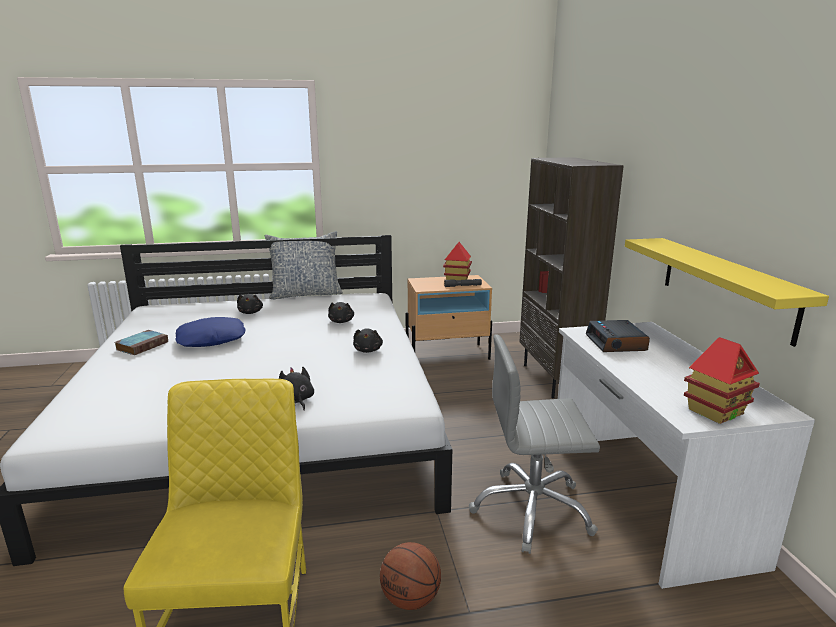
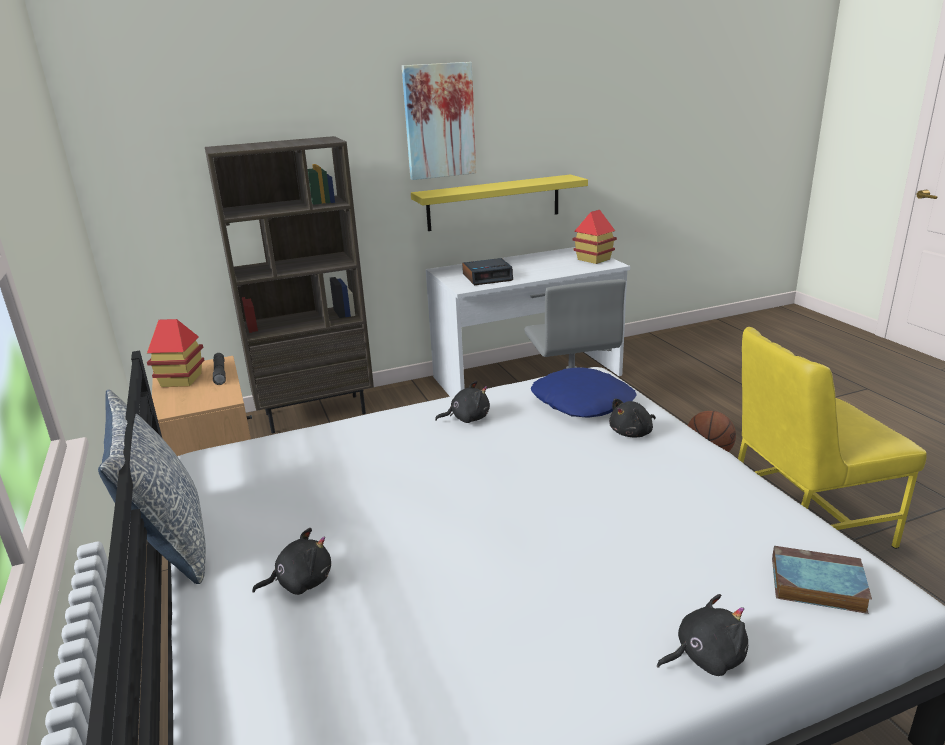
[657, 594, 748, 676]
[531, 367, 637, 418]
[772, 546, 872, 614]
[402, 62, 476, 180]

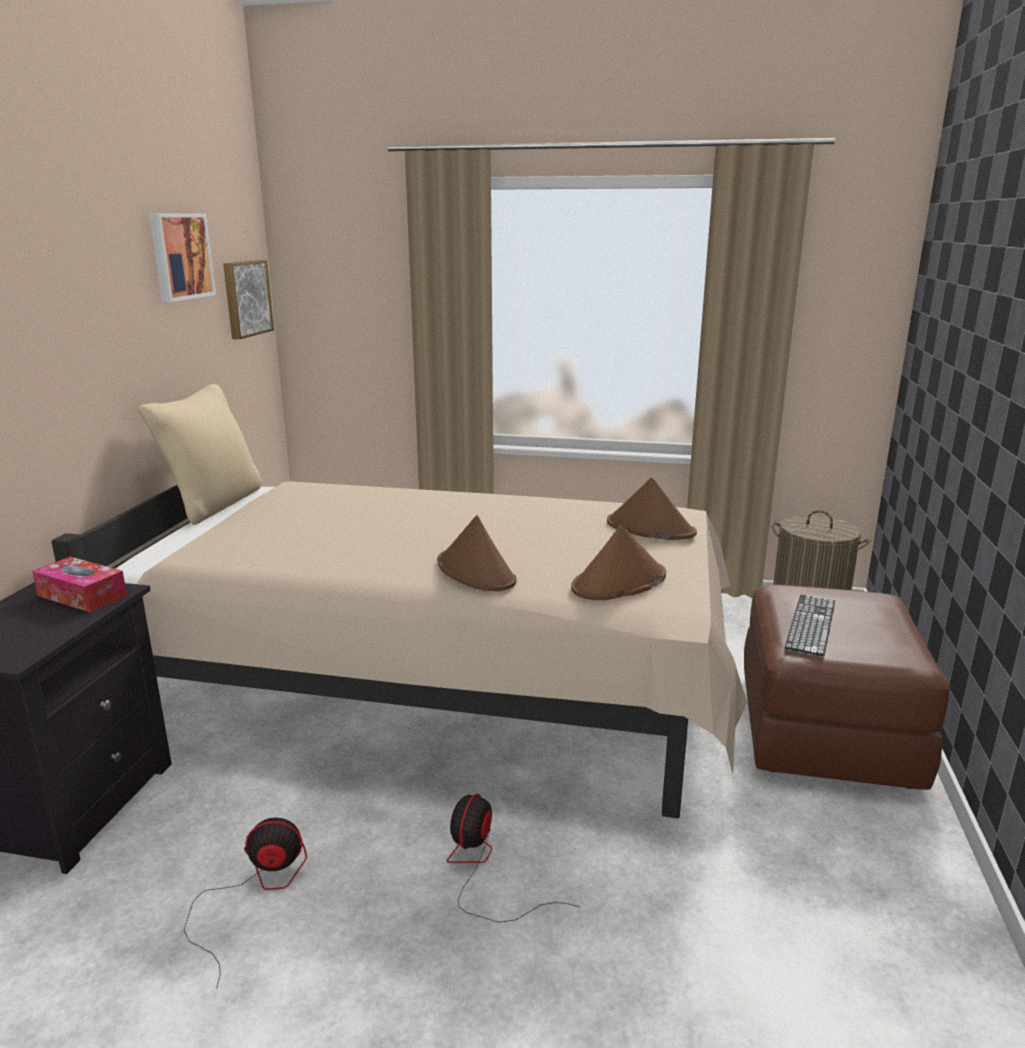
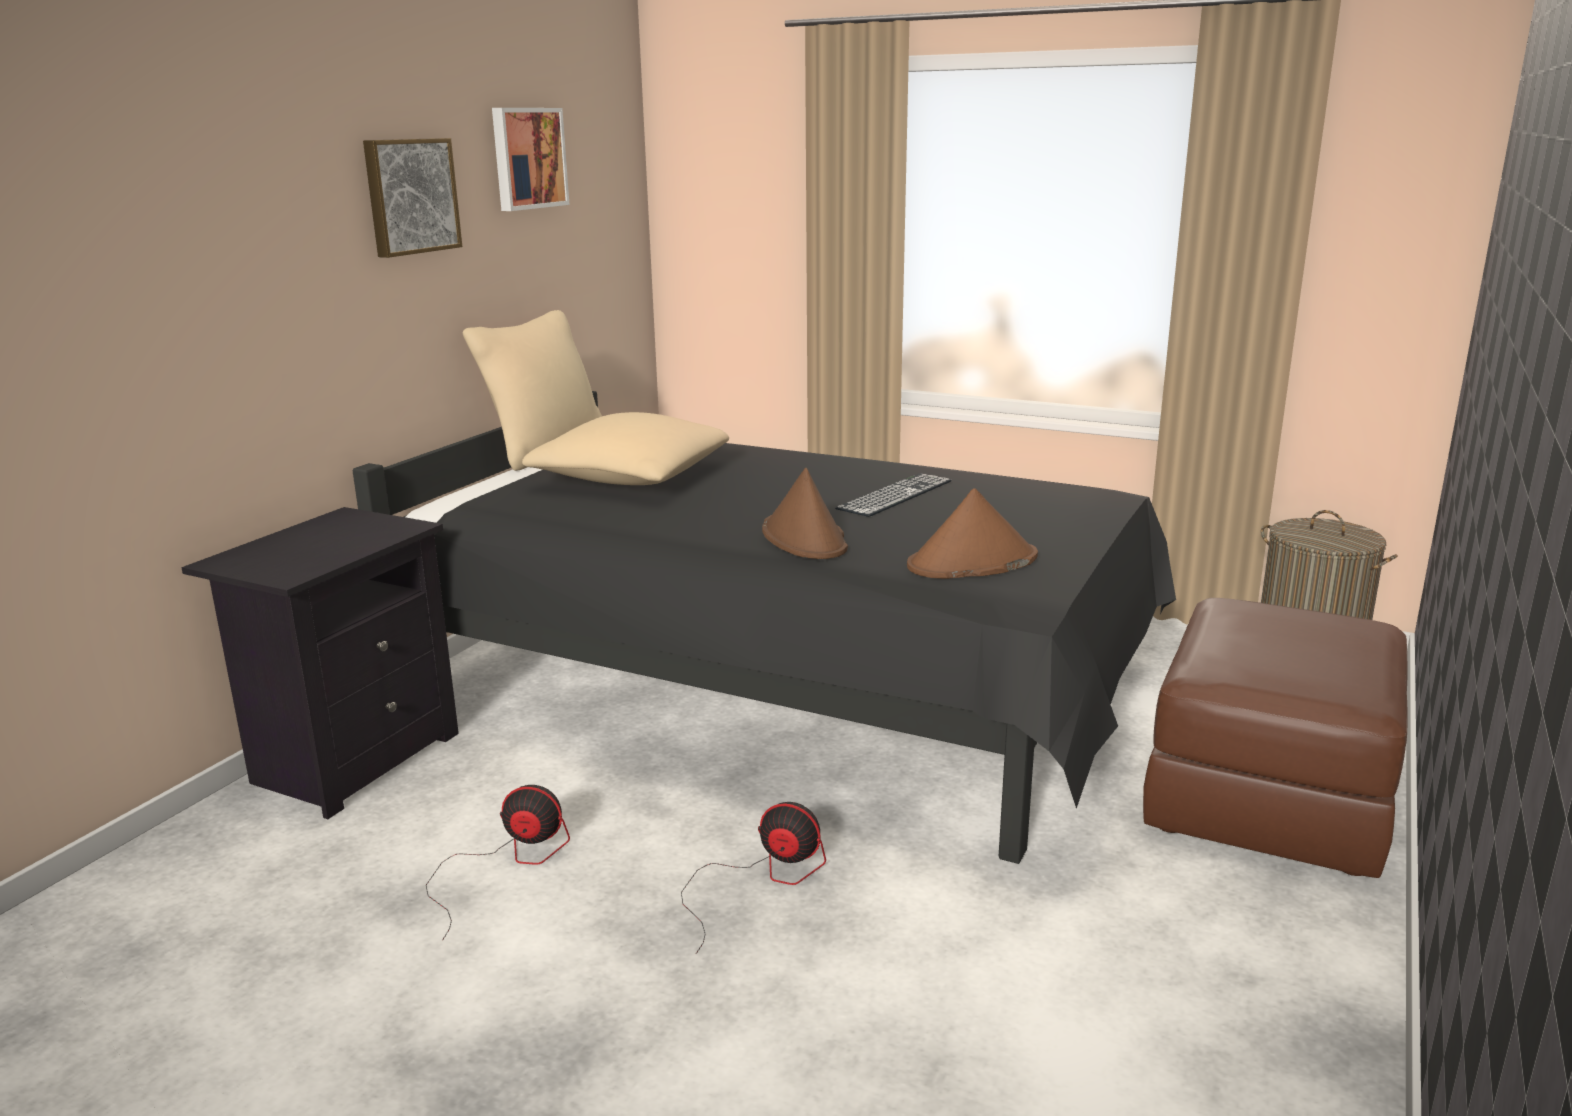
[363, 138, 462, 258]
[607, 478, 697, 540] (first image)
[353, 391, 1176, 864]
[32, 557, 127, 612] (first image)
[835, 473, 952, 517]
[681, 802, 826, 954]
[522, 412, 729, 485]

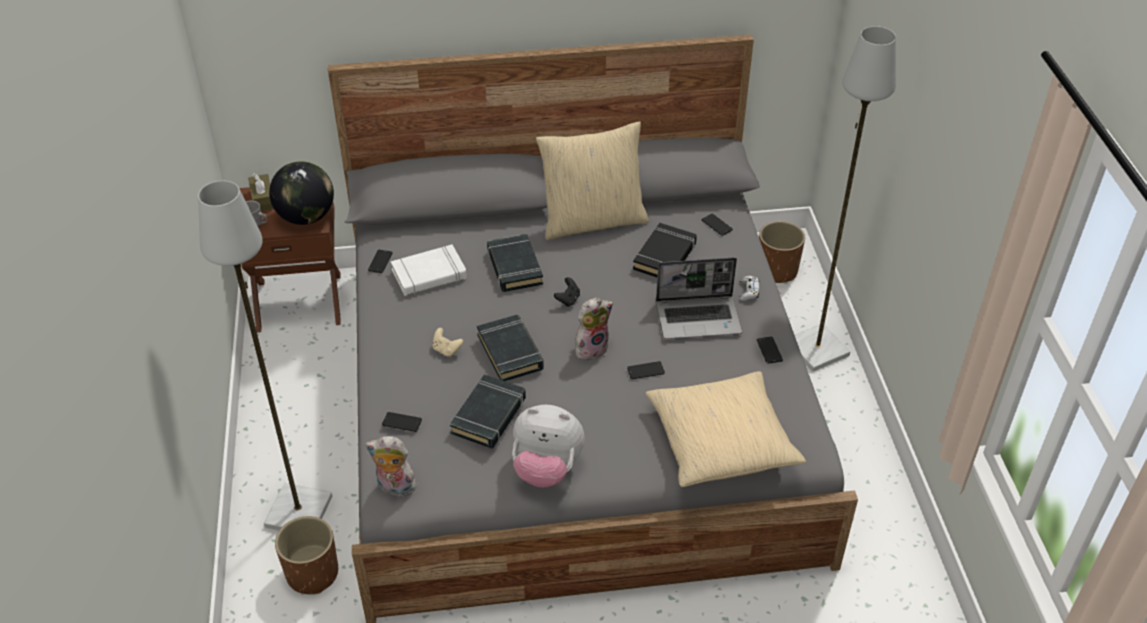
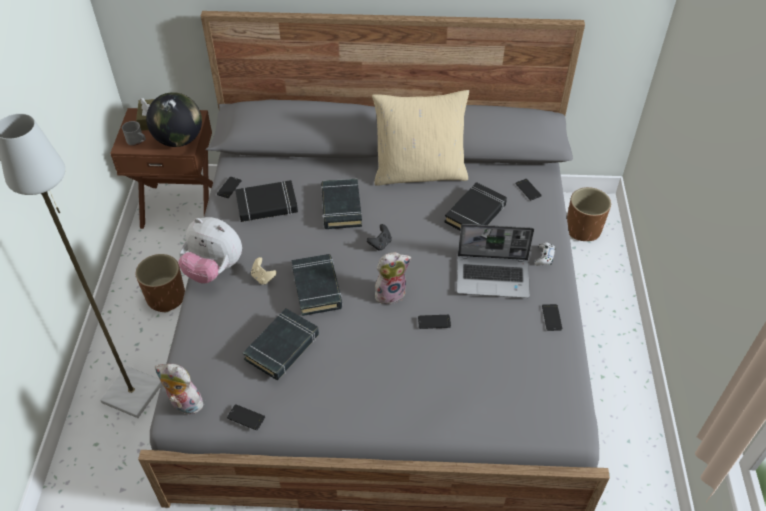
[795, 26, 896, 371] (first image)
[235, 180, 298, 222]
[646, 371, 806, 487] (first image)
[178, 217, 242, 283]
[227, 404, 265, 430]
[136, 254, 185, 312]

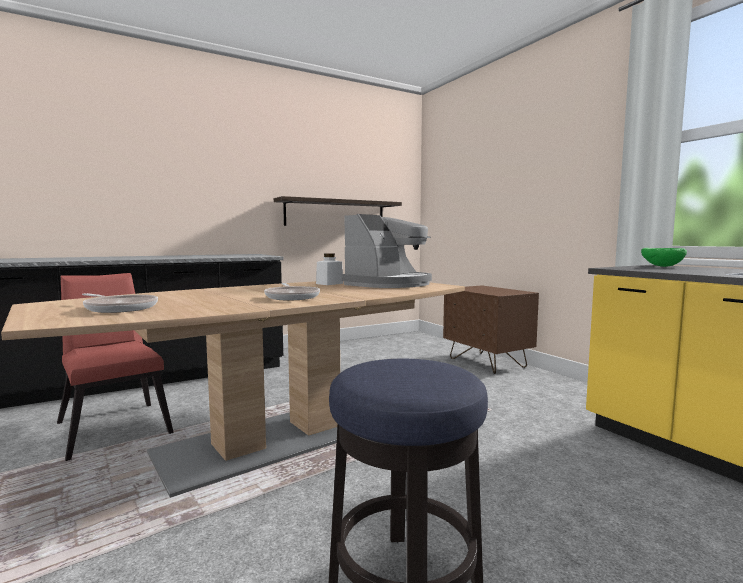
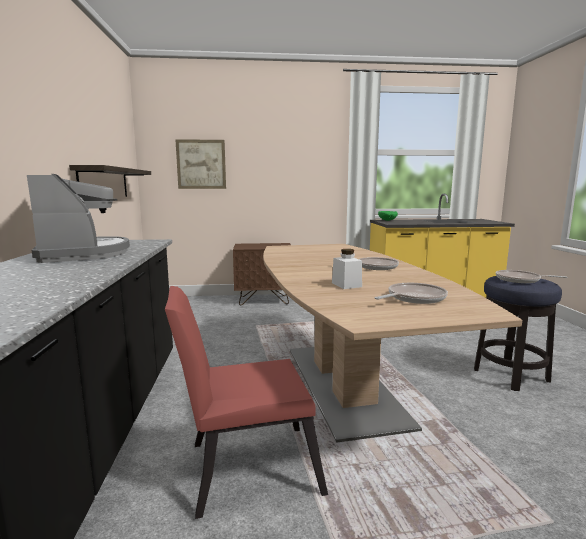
[27, 174, 130, 263]
[332, 249, 362, 289]
[175, 139, 226, 189]
[496, 270, 568, 283]

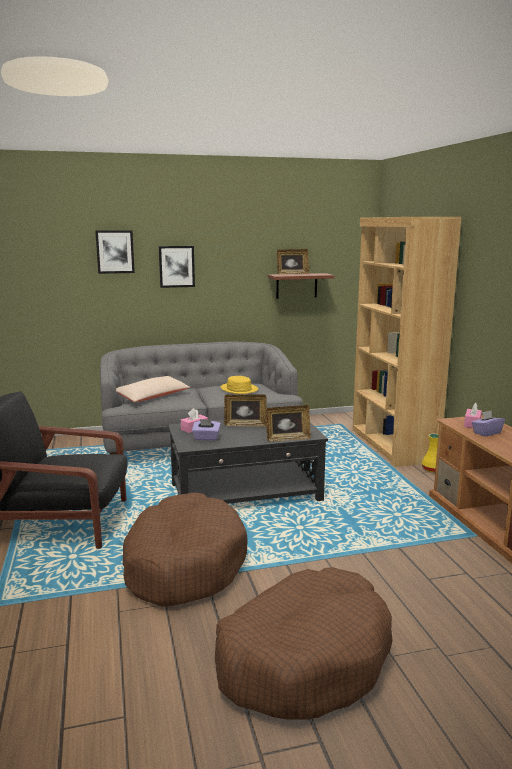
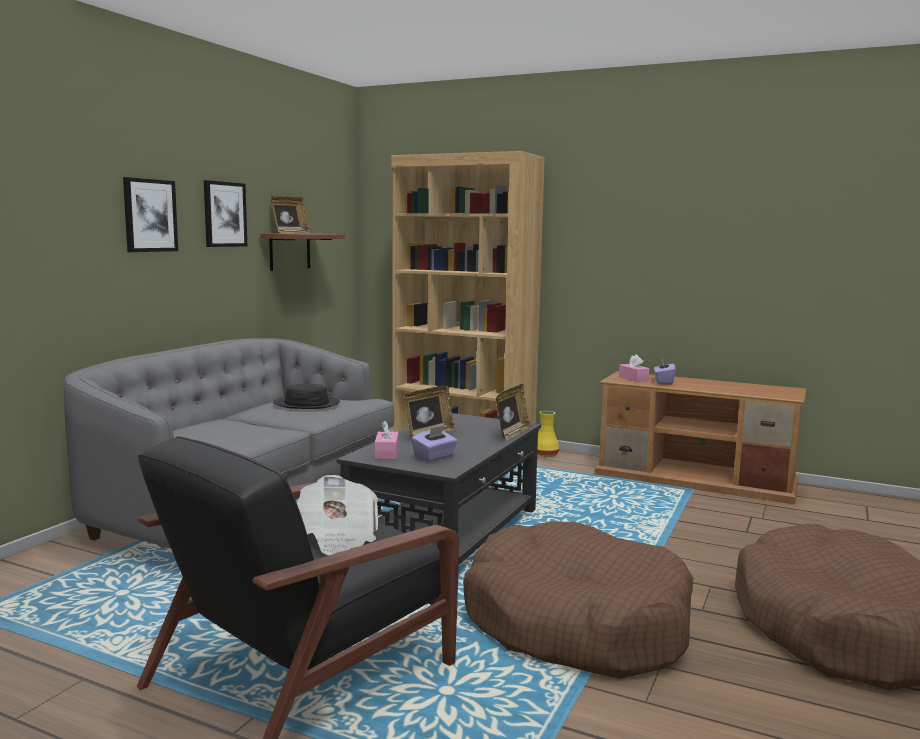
[204, 180, 248, 247]
[116, 376, 190, 402] (first image)
[273, 384, 340, 409]
[297, 475, 378, 555]

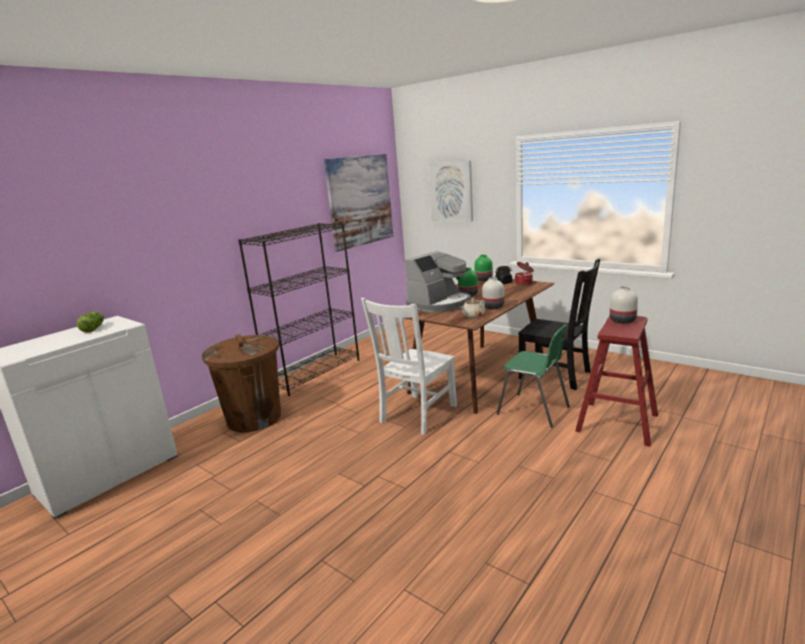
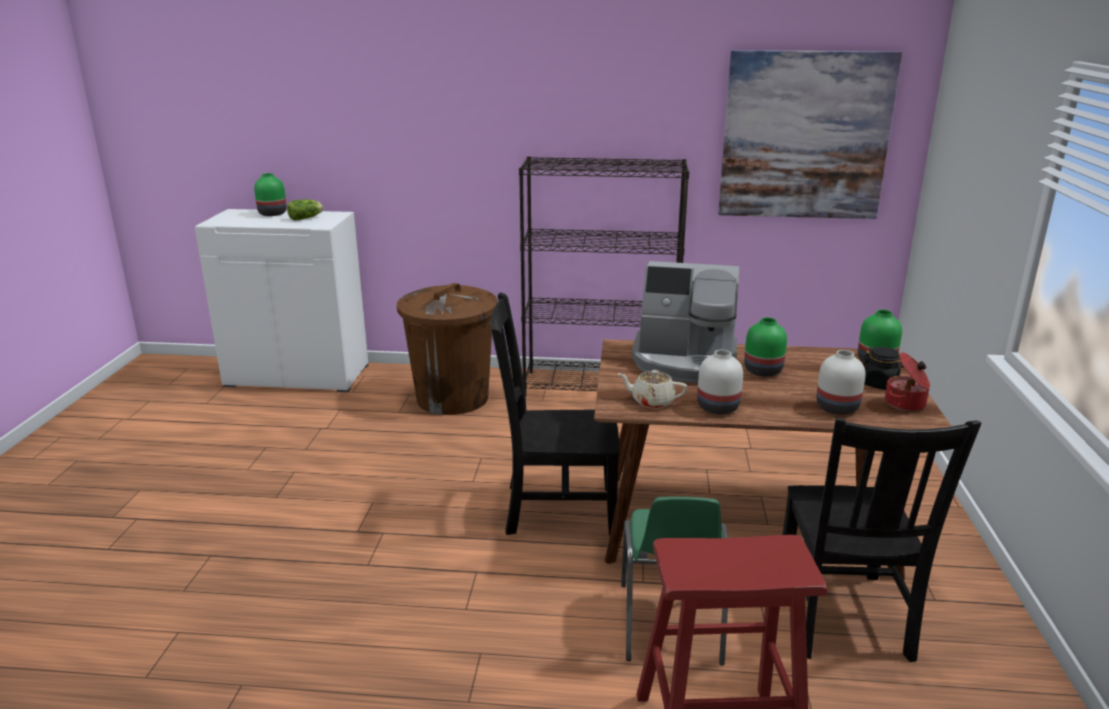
[429, 161, 473, 222] (first image)
[816, 350, 866, 415]
[490, 292, 620, 536]
[254, 173, 287, 216]

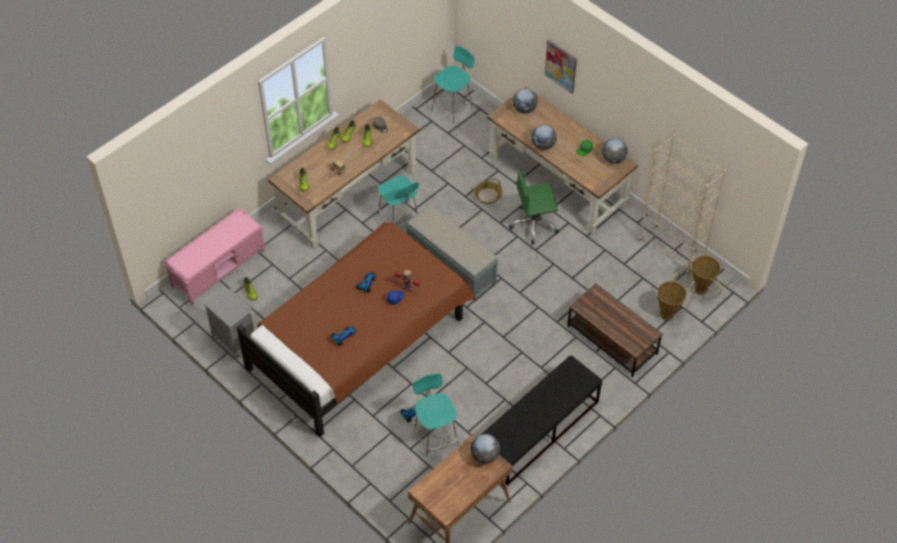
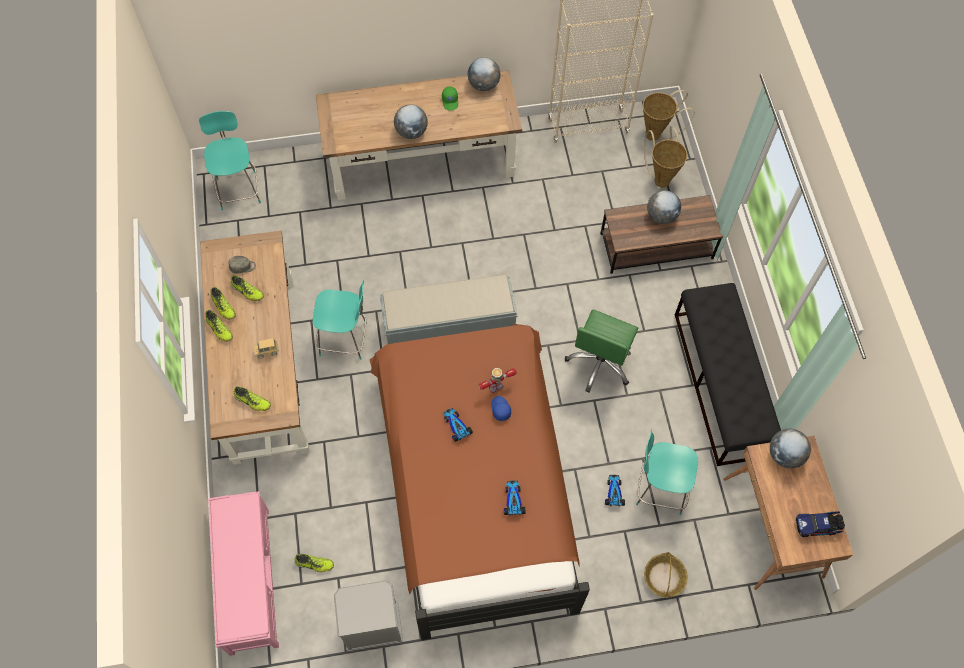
[545, 40, 577, 94] (first image)
[647, 190, 681, 224]
[565, 309, 638, 392]
[644, 552, 688, 598]
[796, 511, 845, 537]

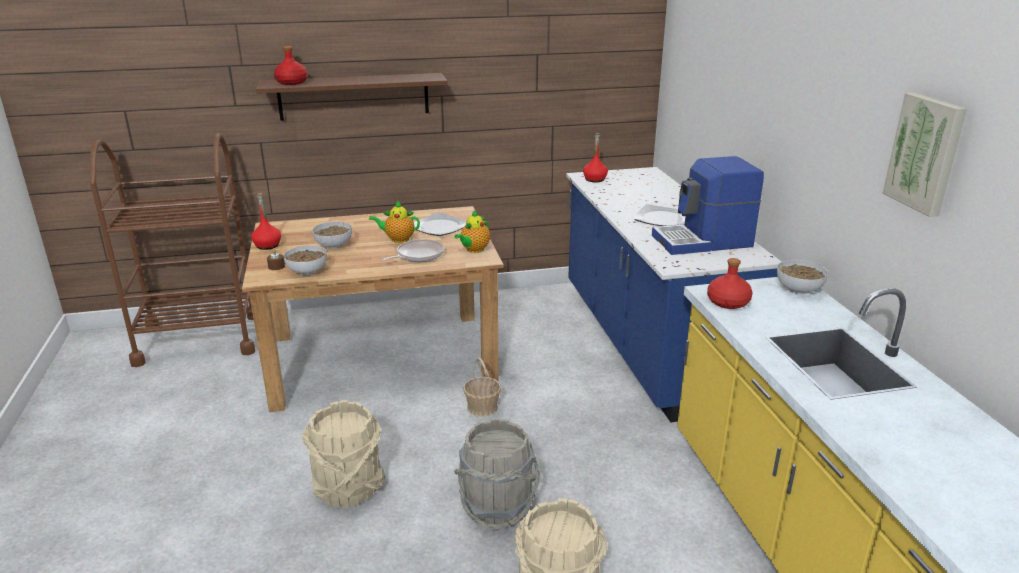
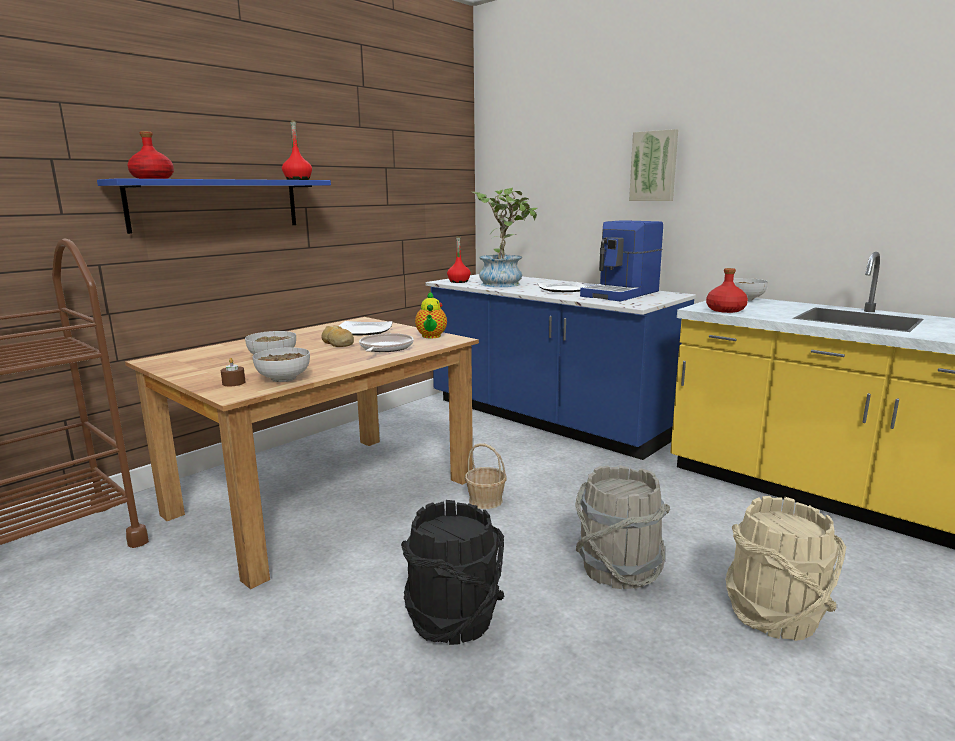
[97, 178, 331, 234]
[629, 129, 678, 201]
[282, 120, 312, 180]
[321, 325, 354, 347]
[401, 500, 504, 645]
[473, 188, 537, 287]

